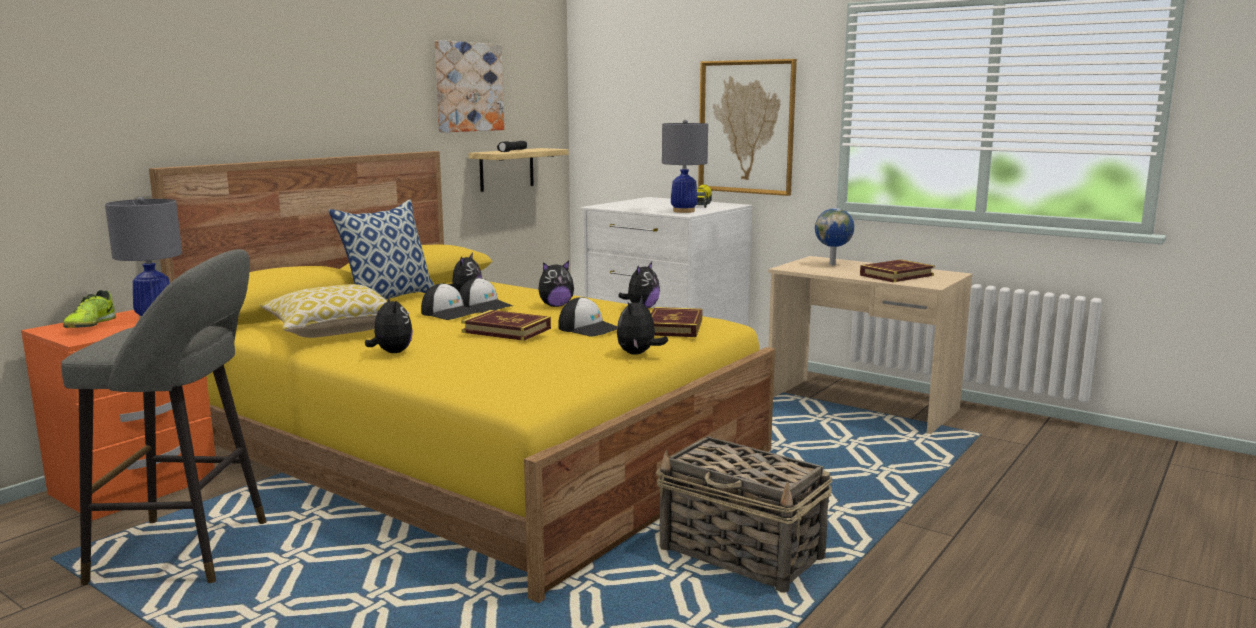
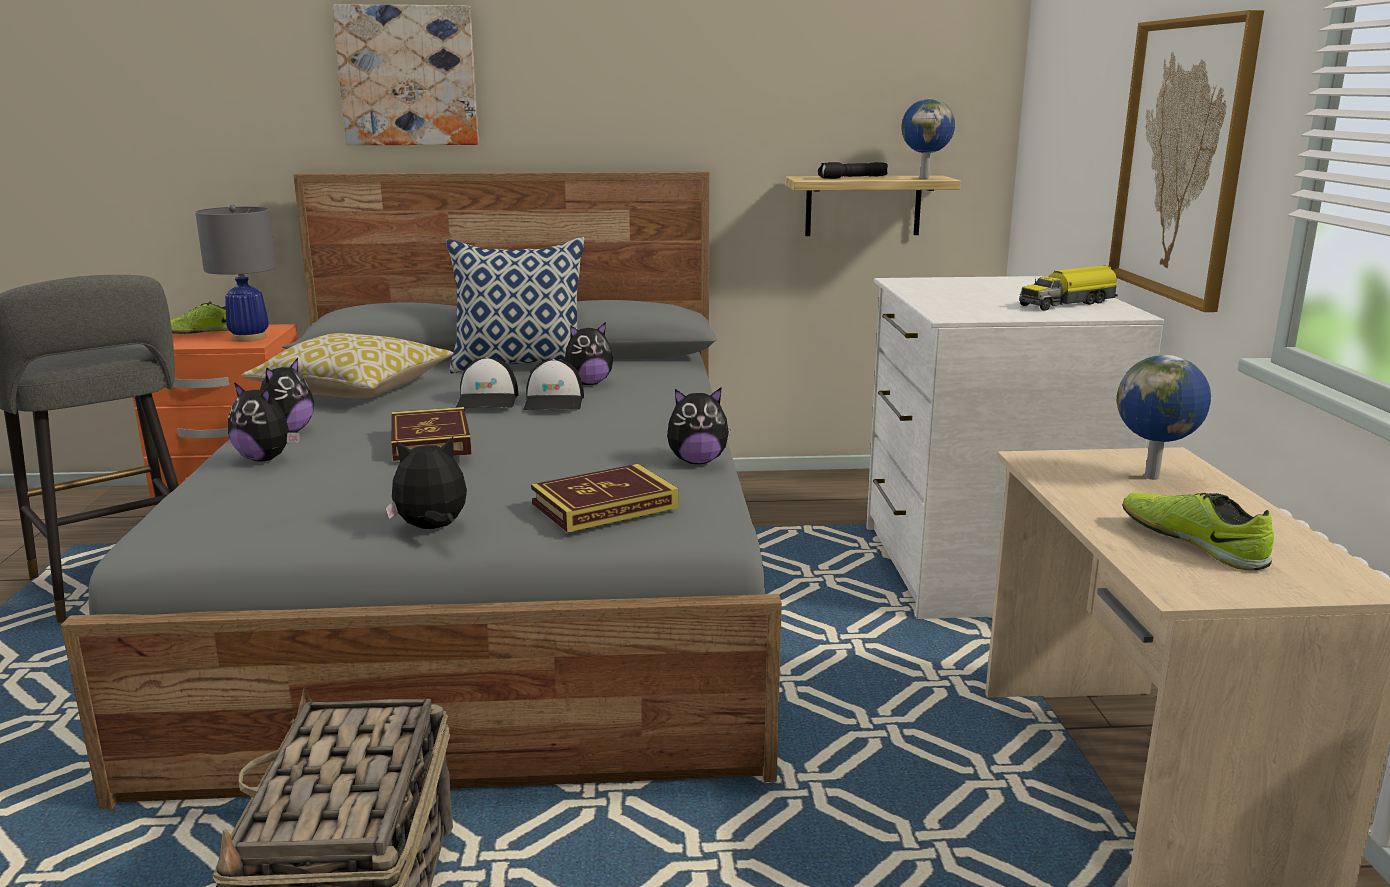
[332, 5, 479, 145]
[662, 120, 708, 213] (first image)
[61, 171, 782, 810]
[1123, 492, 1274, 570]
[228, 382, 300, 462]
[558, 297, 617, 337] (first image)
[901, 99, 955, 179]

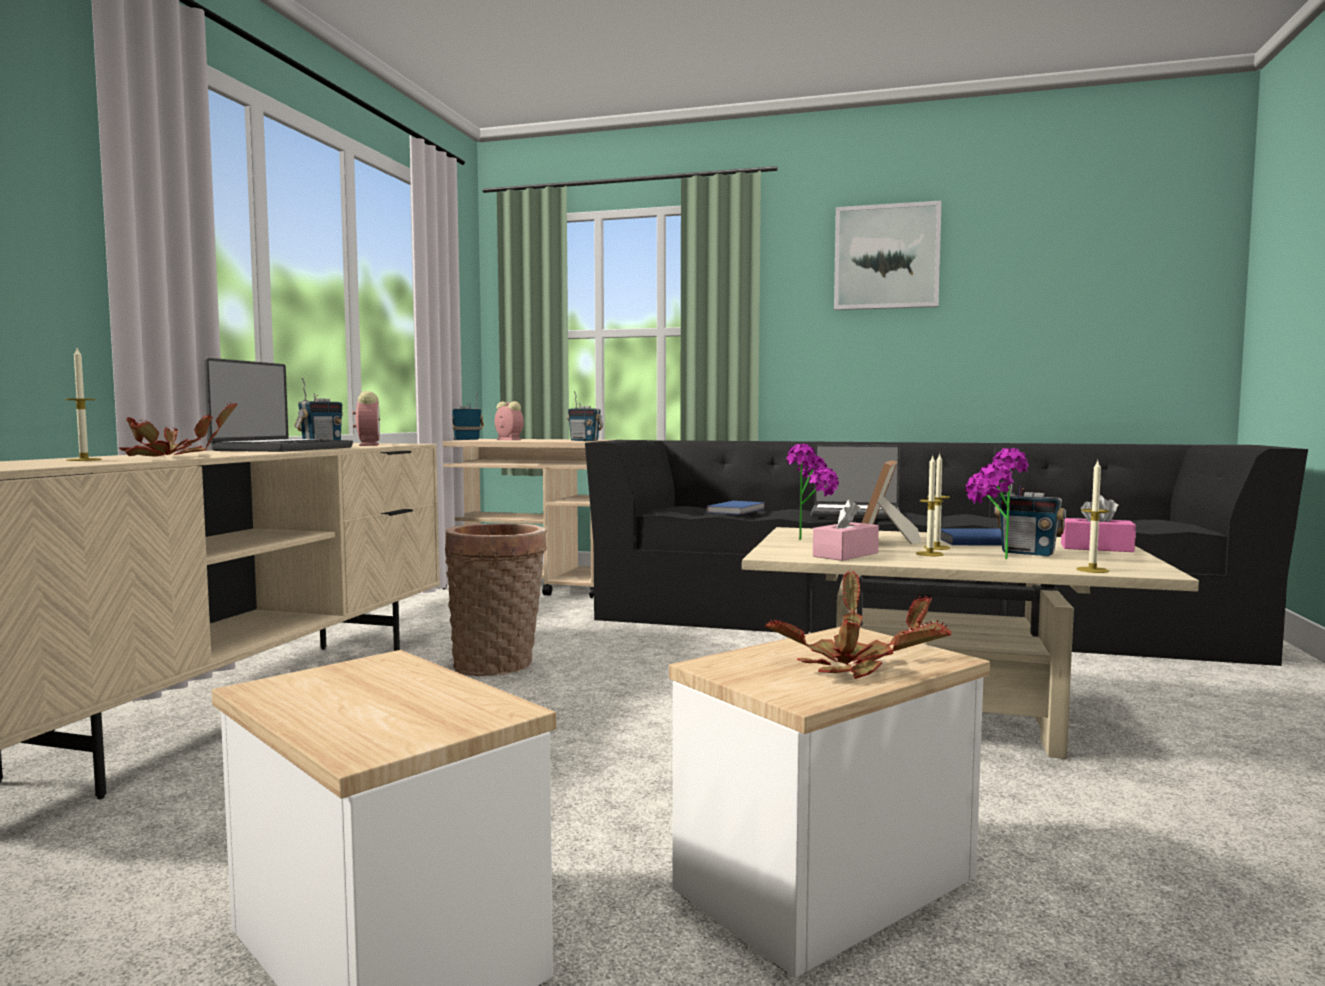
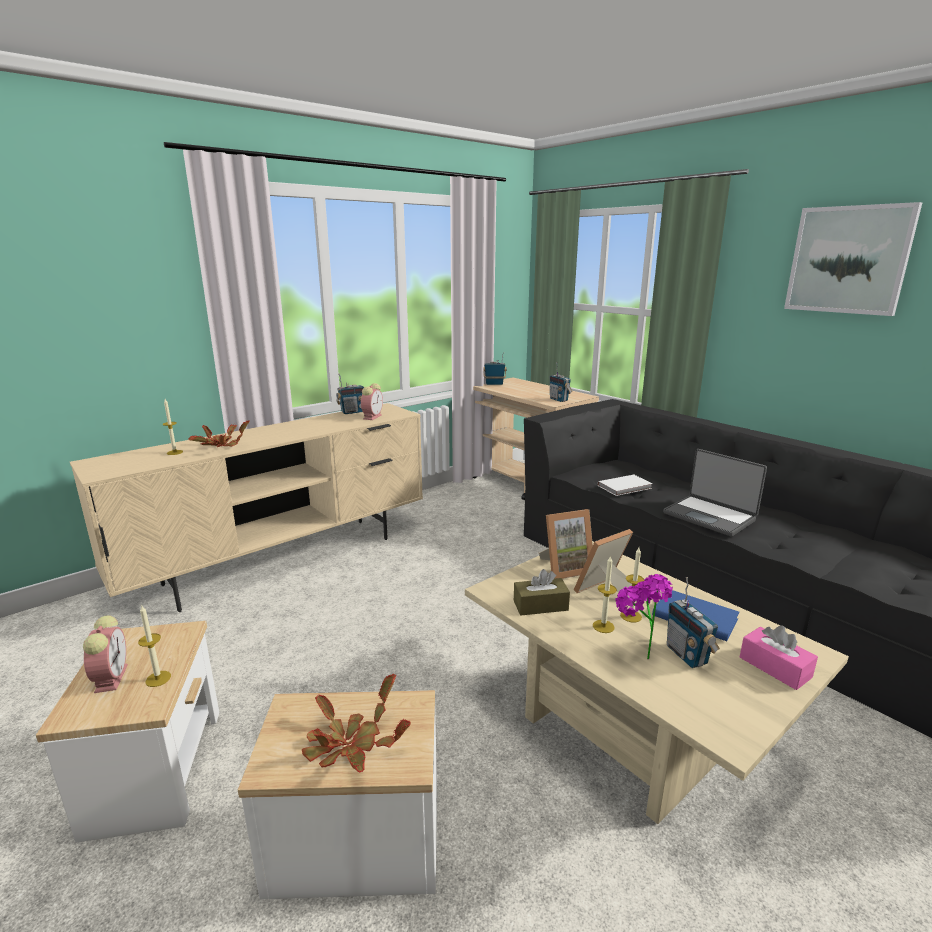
[203, 358, 353, 452] (first image)
[83, 616, 128, 693]
[539, 509, 593, 579]
[138, 606, 171, 687]
[514, 569, 570, 616]
[598, 475, 652, 496]
[445, 523, 547, 676] (first image)

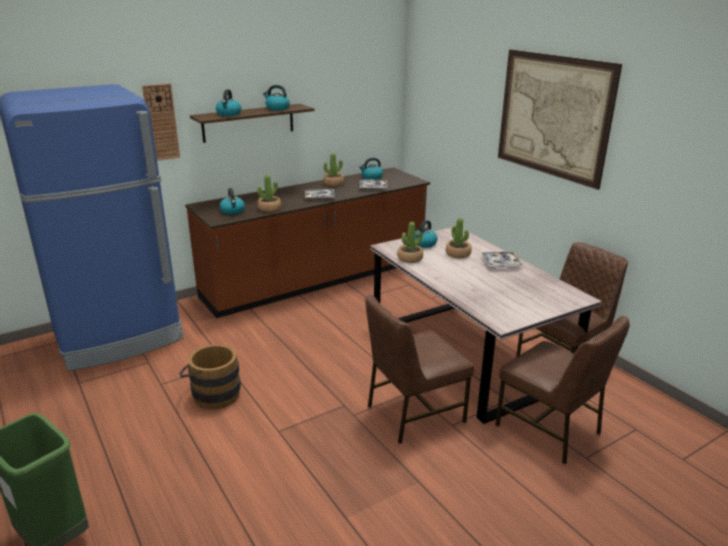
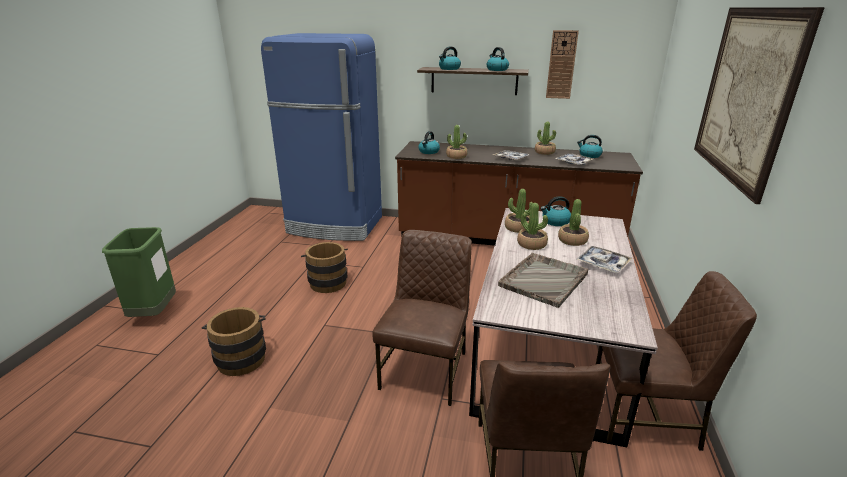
[546, 30, 579, 99]
[372, 230, 472, 406]
[517, 203, 548, 250]
[498, 253, 588, 308]
[202, 307, 266, 376]

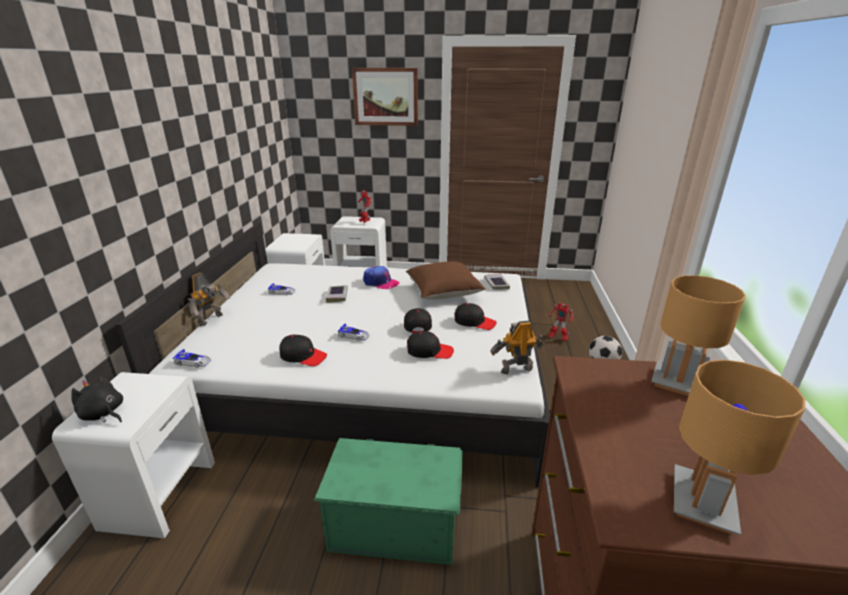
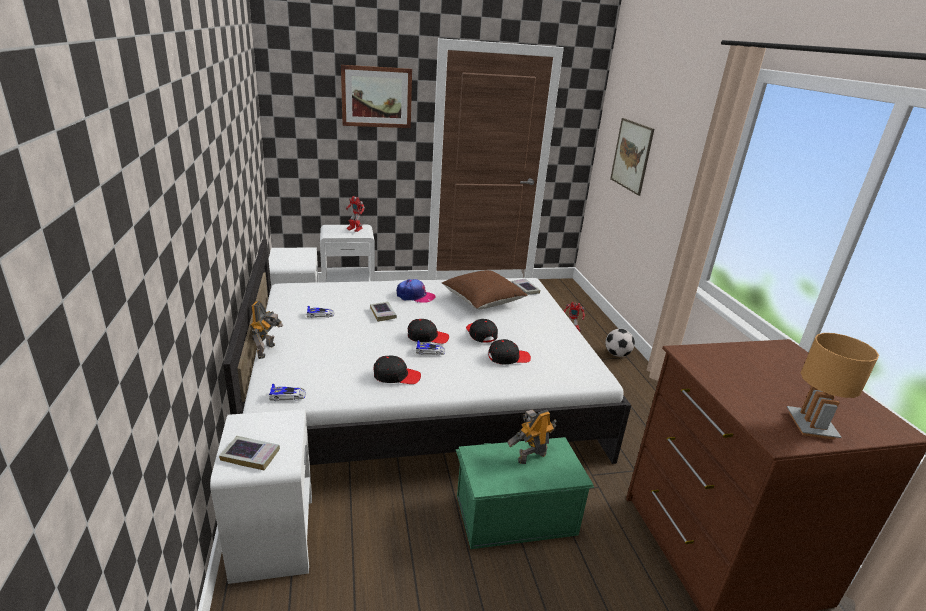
[651, 275, 746, 396] (first image)
[408, 319, 449, 344]
[507, 410, 557, 464]
[219, 436, 280, 470]
[610, 118, 654, 196]

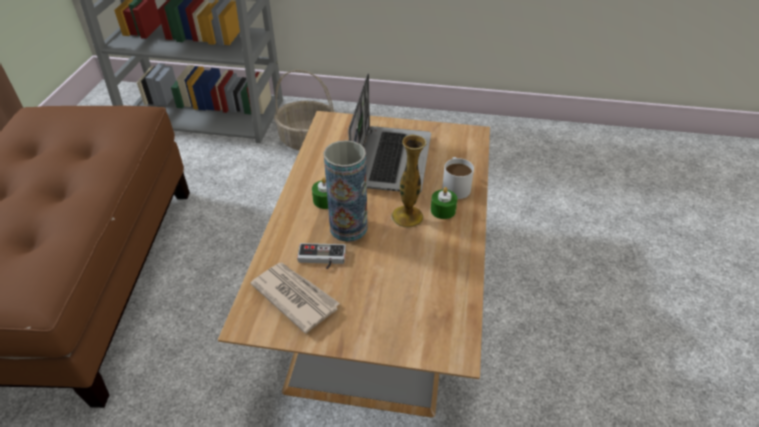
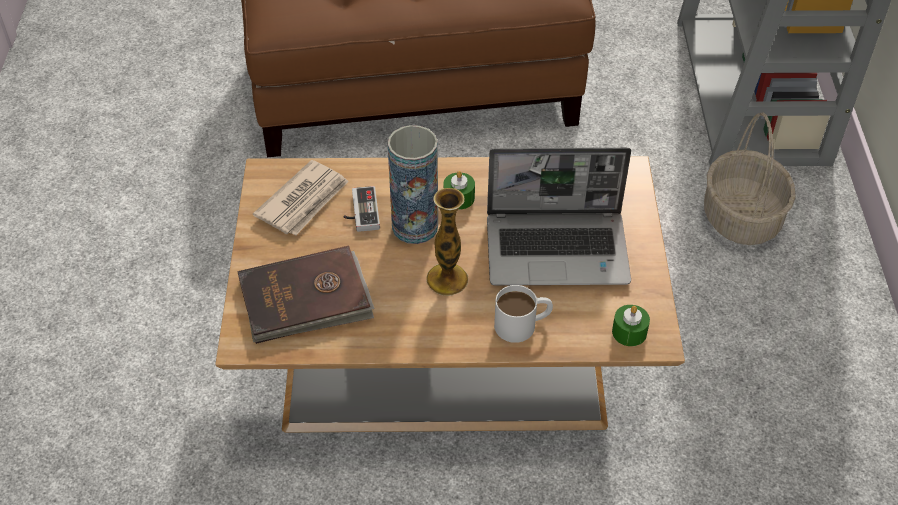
[612, 305, 650, 346]
[237, 246, 375, 344]

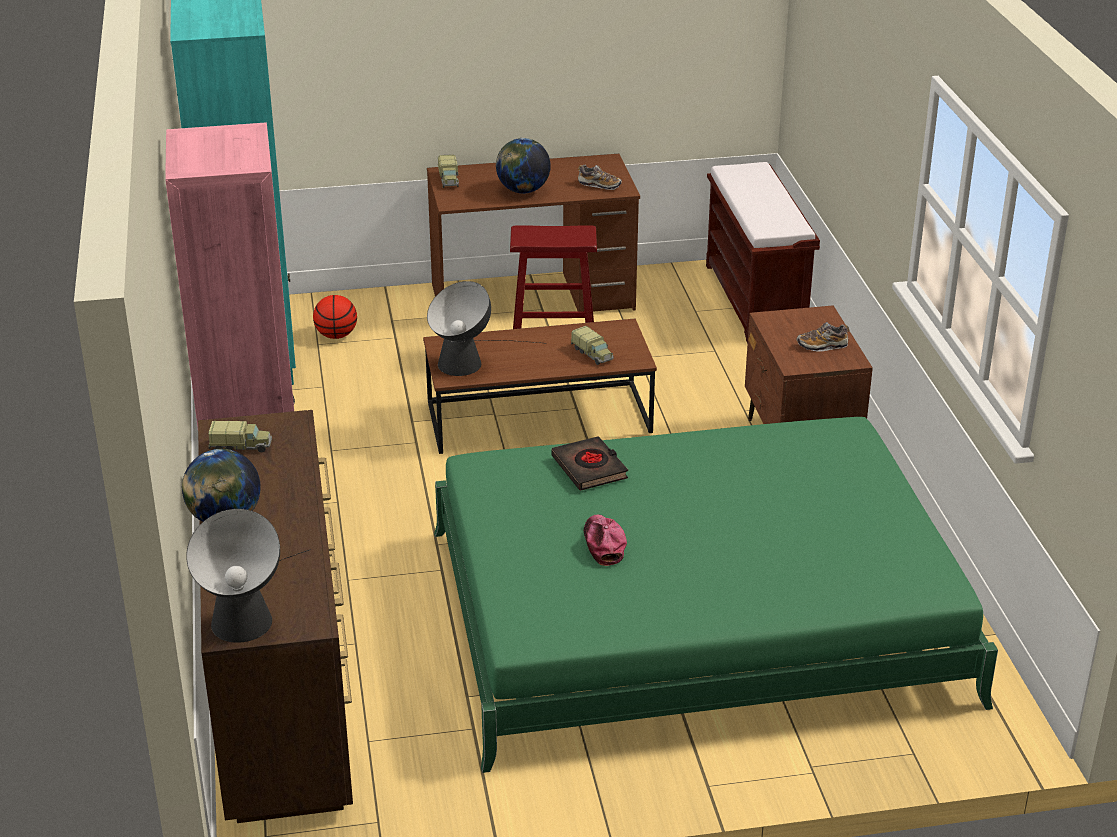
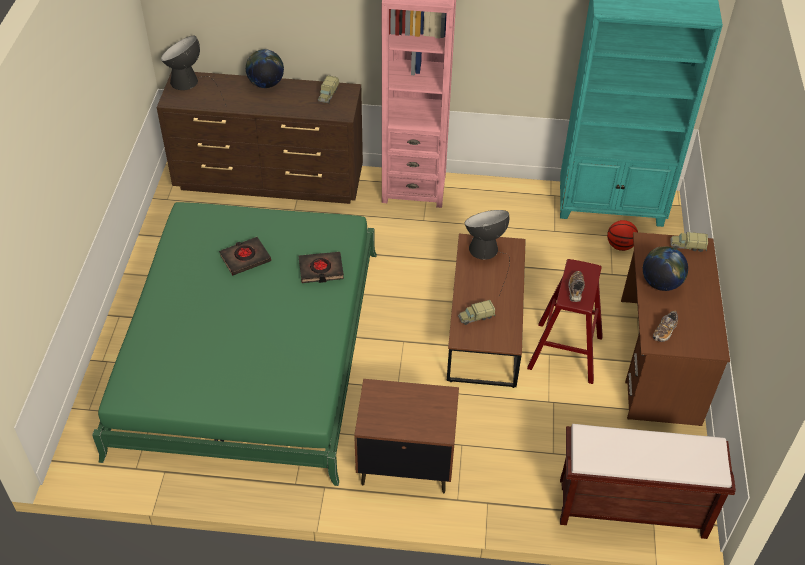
[568, 271, 585, 302]
[219, 237, 271, 276]

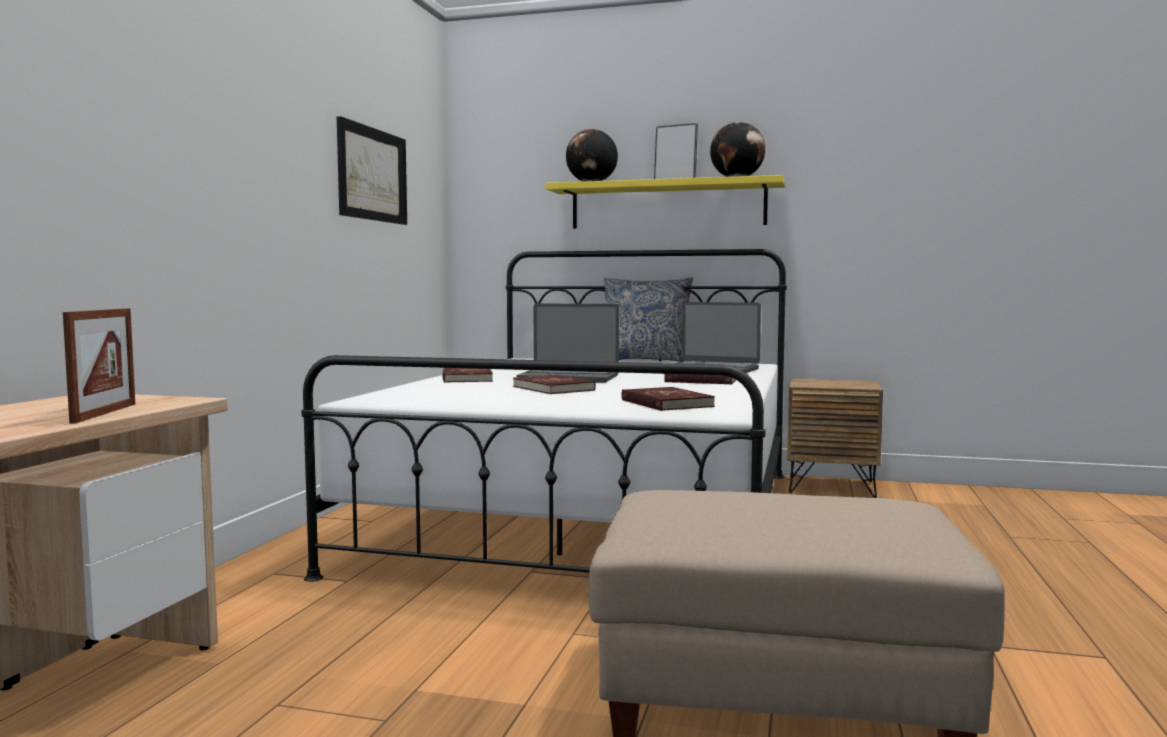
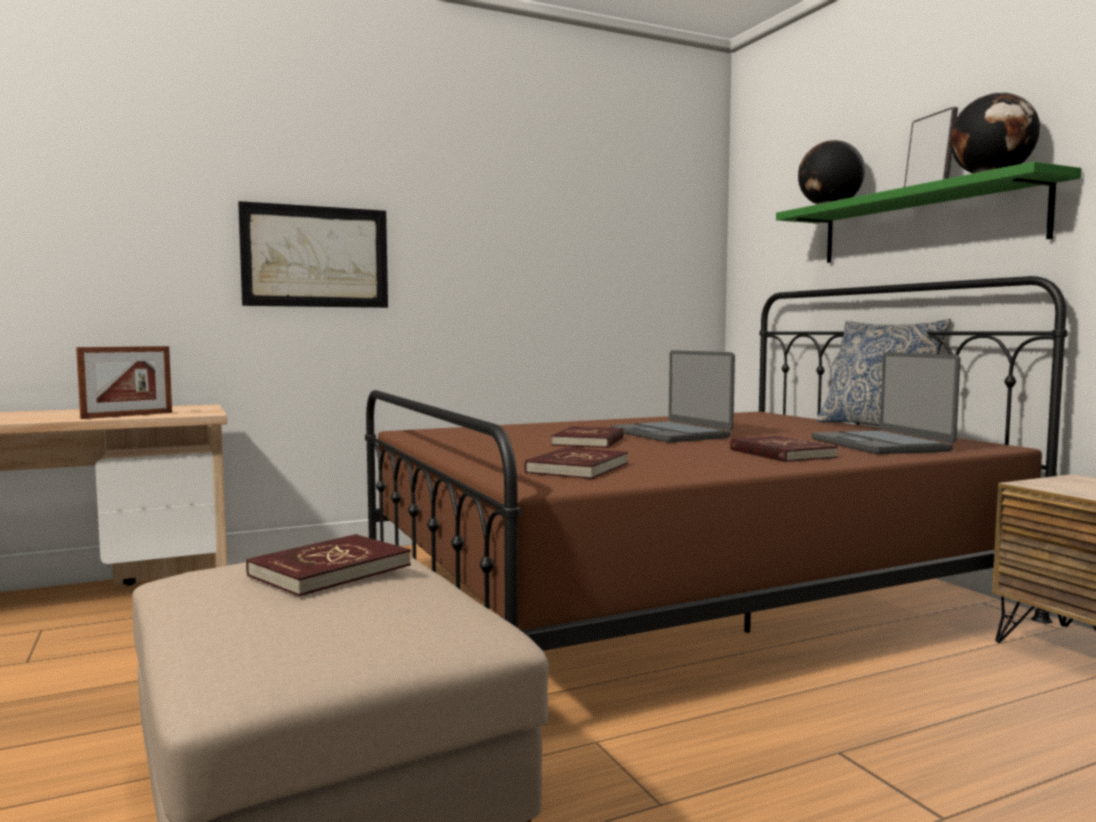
[238, 201, 388, 308]
[776, 161, 1082, 263]
[365, 276, 1068, 651]
[246, 534, 411, 596]

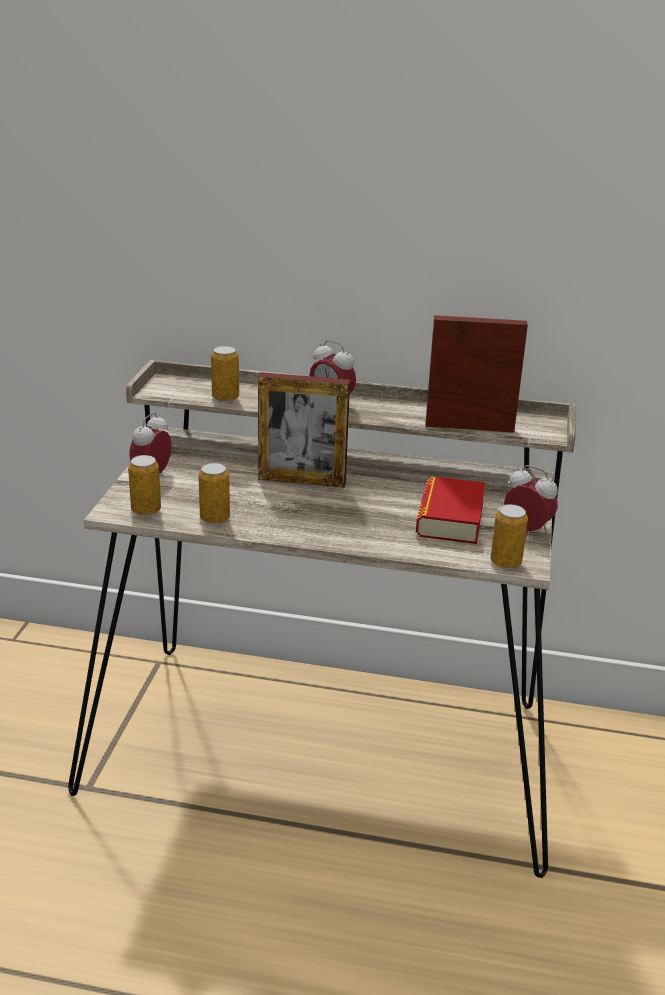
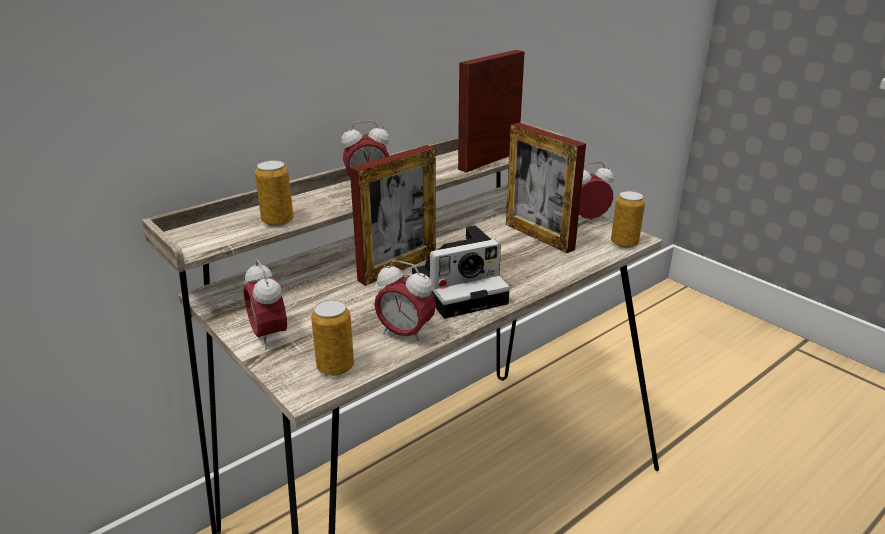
[374, 260, 436, 345]
[506, 123, 586, 253]
[412, 225, 510, 319]

